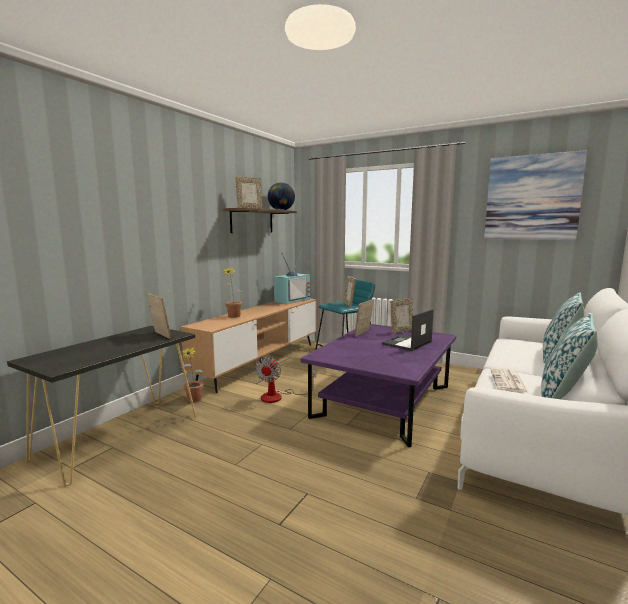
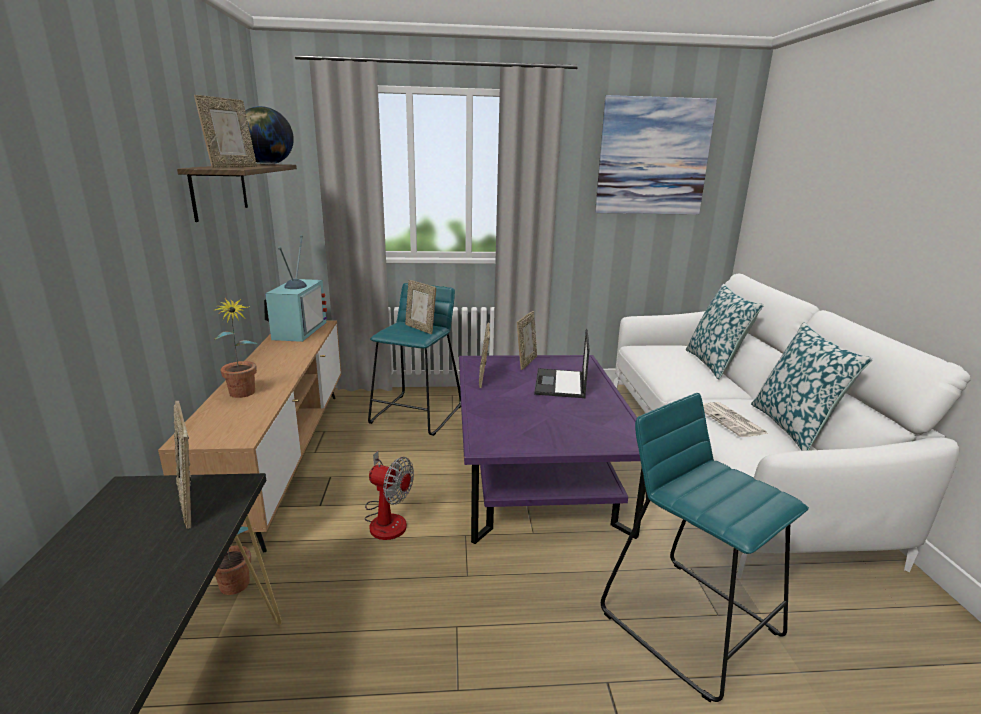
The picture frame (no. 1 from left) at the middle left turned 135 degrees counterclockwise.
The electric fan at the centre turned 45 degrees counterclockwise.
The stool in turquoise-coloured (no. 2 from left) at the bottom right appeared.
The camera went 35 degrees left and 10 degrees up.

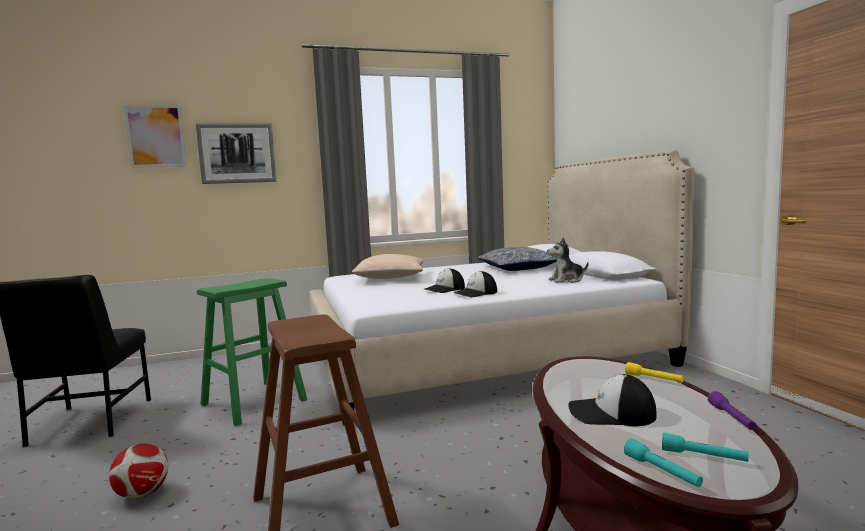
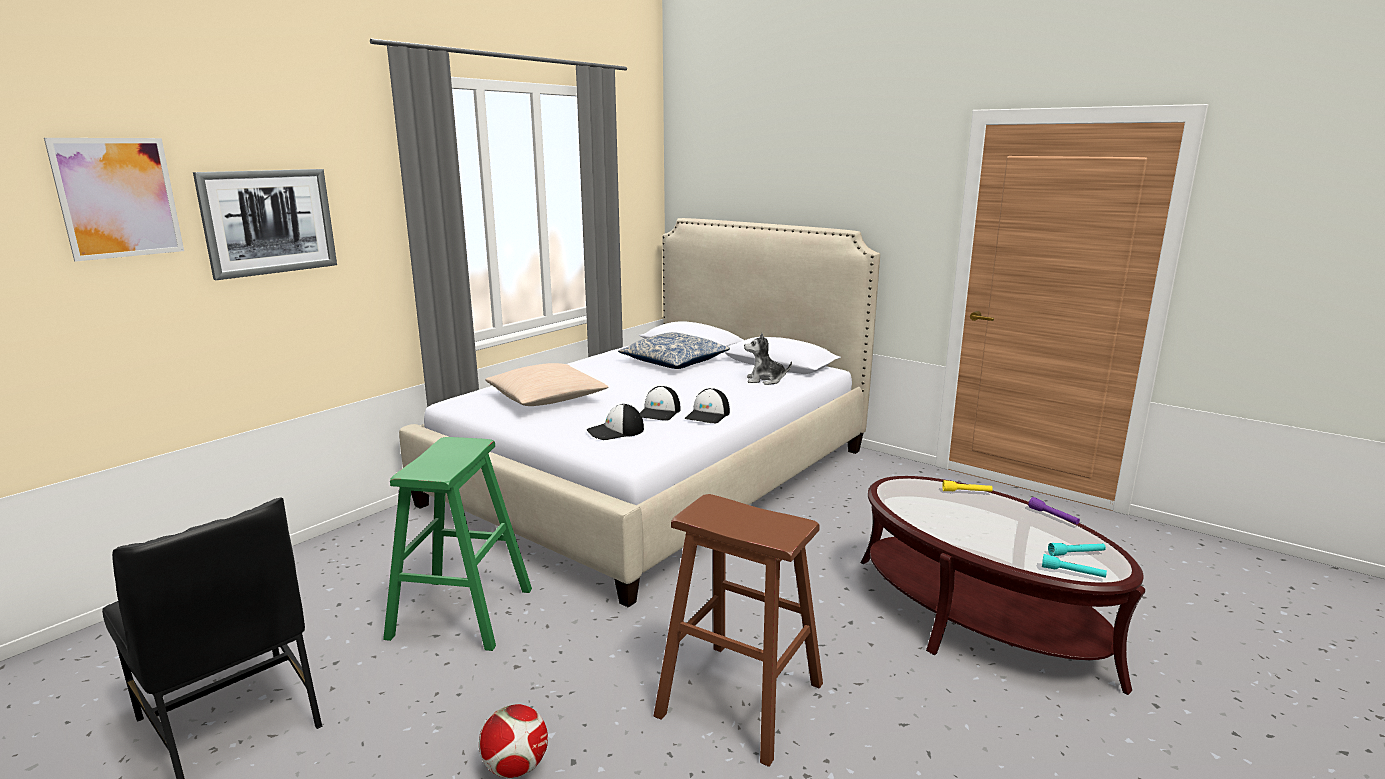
The plush toy at the centre turned 45 degrees clockwise.
The peaked cap (no. 3 from left in the first image) moved from the bottom right to the centre.
The camera went 35 degrees left and 10 degrees up.

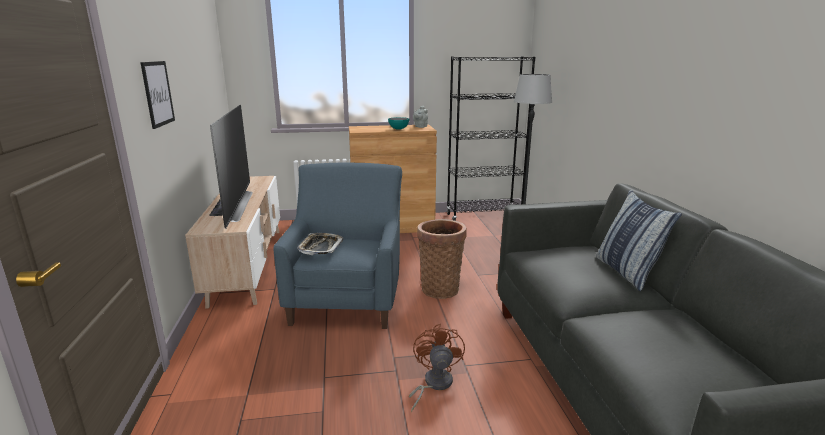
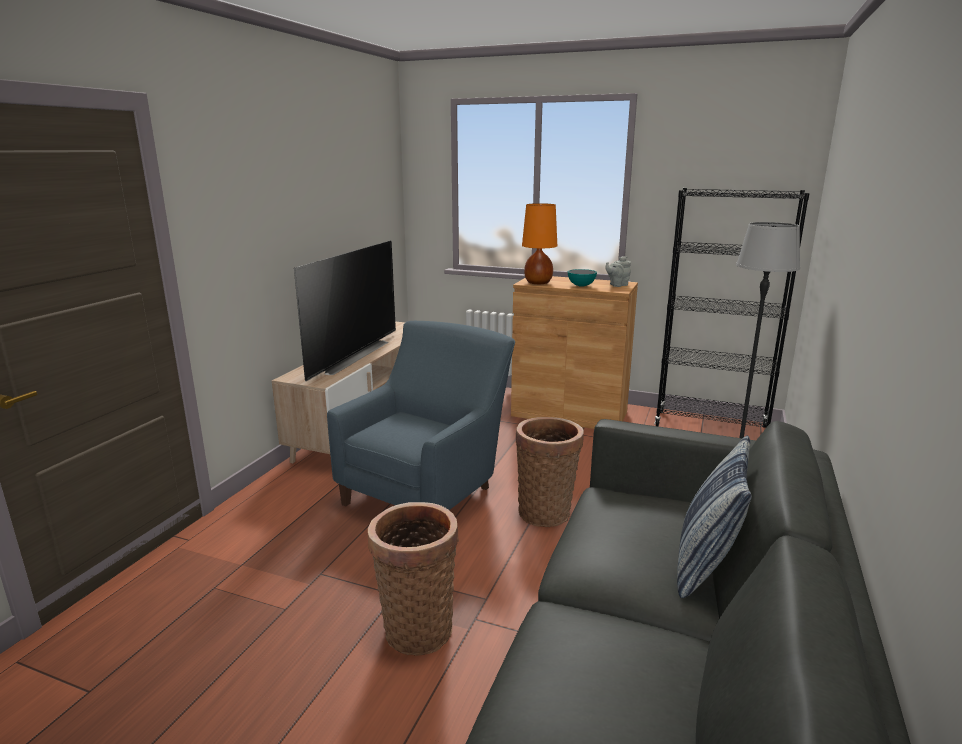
The wall art at the top left disappeared.
The tray at the centre disappeared.
The electric fan in brown-coloured at the bottom centre was replaced by the household basket (no. 1 from left) at the bottom centre.
The tabletop lamp in orange at the top centre appeared.
The camera went 30 degrees right and 0 degrees up.

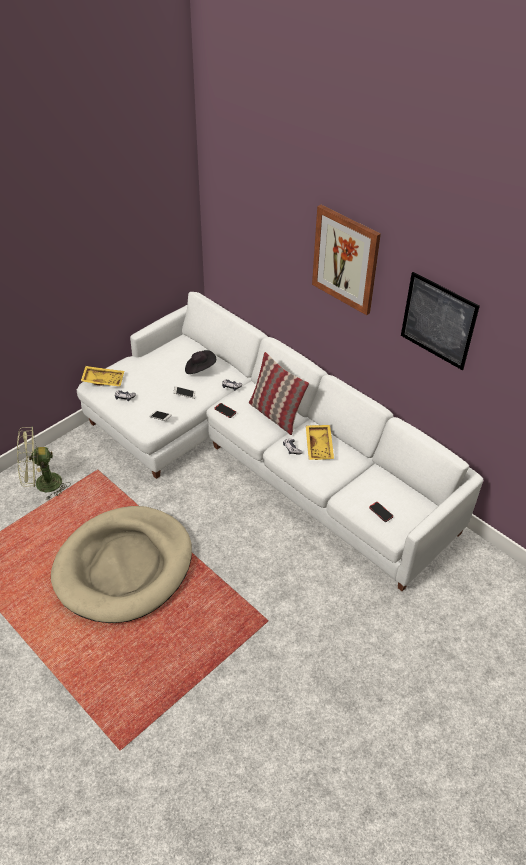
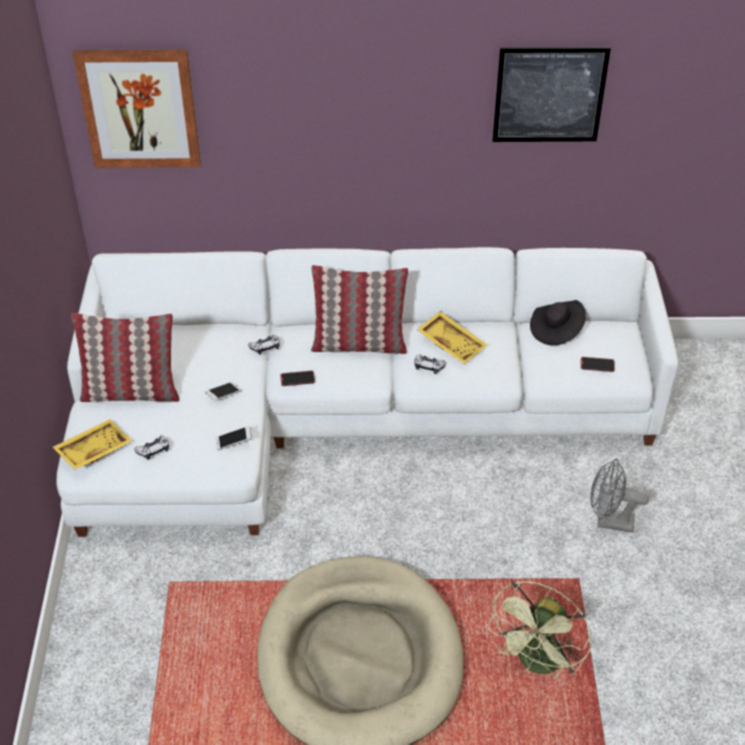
The wall art (no. 1 from left) moved from the top centre to the top left.
The wearable hat in blackish moved from the centre to the middle right.
The electric fan in greenish moved from the middle left to the bottom right.
The throw pillow (no. 1 from left) at the middle left appeared.
The electric fan in gray at the middle right appeared.
The camera went 45 degrees left and 0 degrees up.

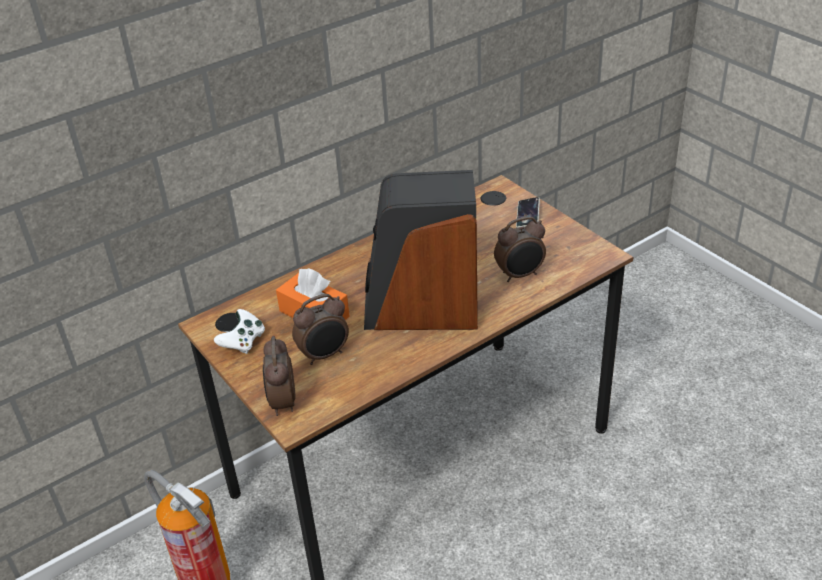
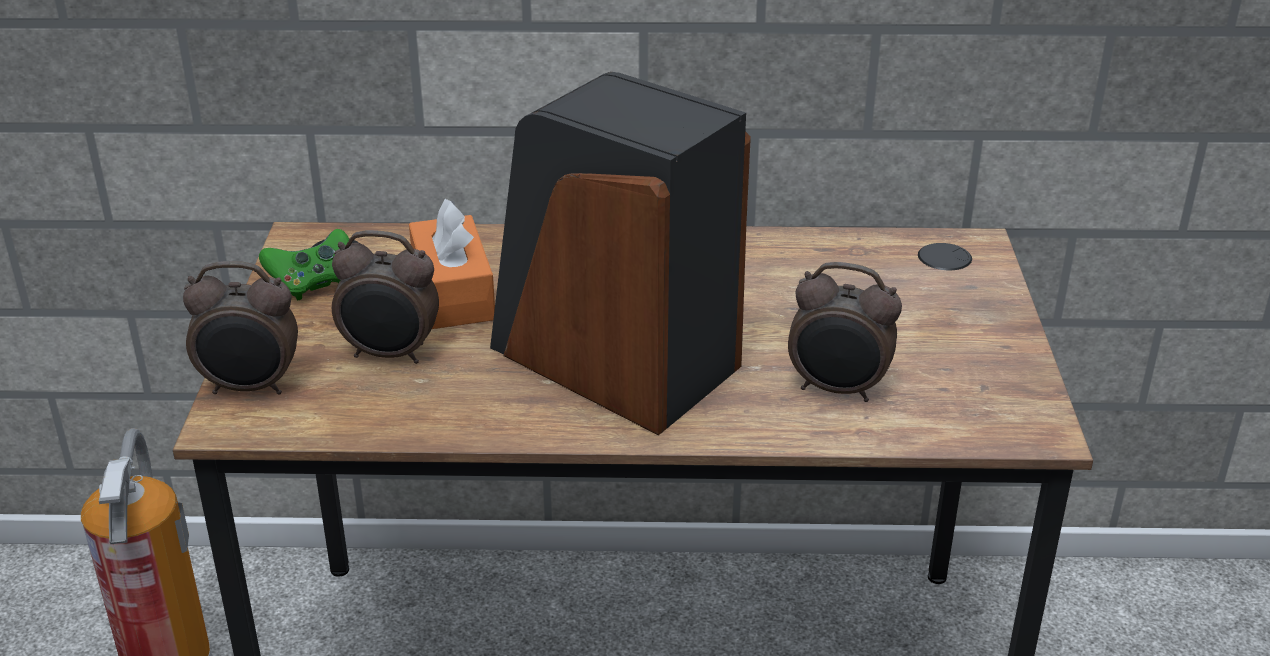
The phone at the centre disappeared.
The joypad in whitish at the middle left became the joypad in greenish at the middle left.
The bedside clock (no. 1 from left) at the centre turned 120 degrees counterclockwise.
The camera went 35 degrees right and 5 degrees down.

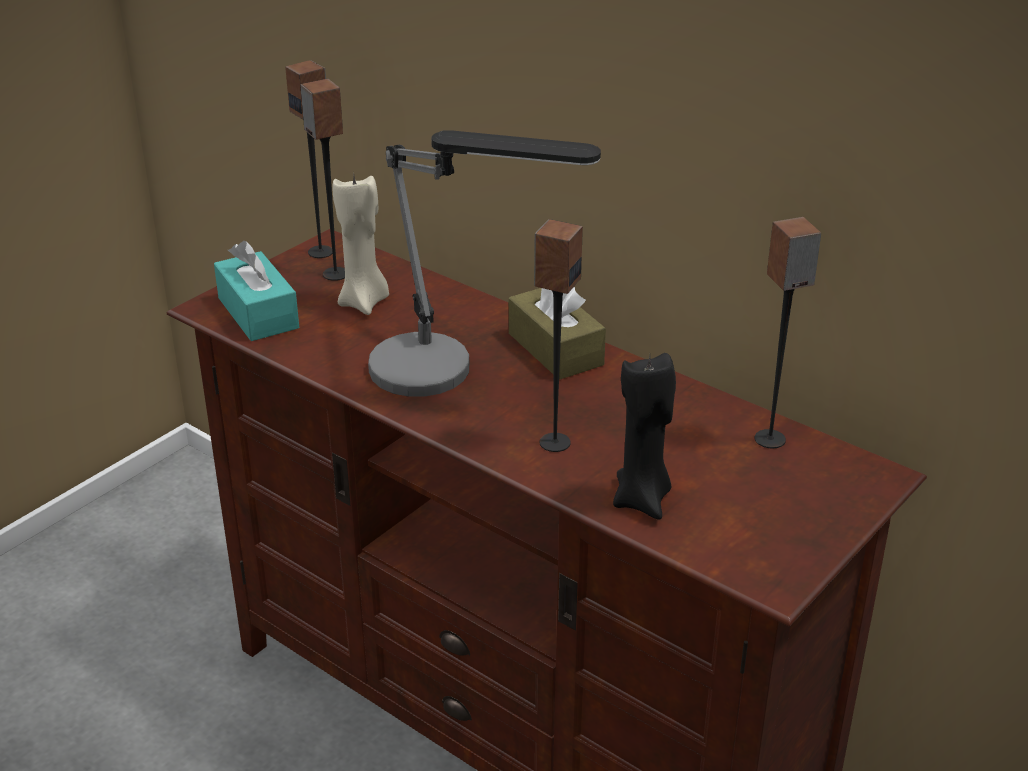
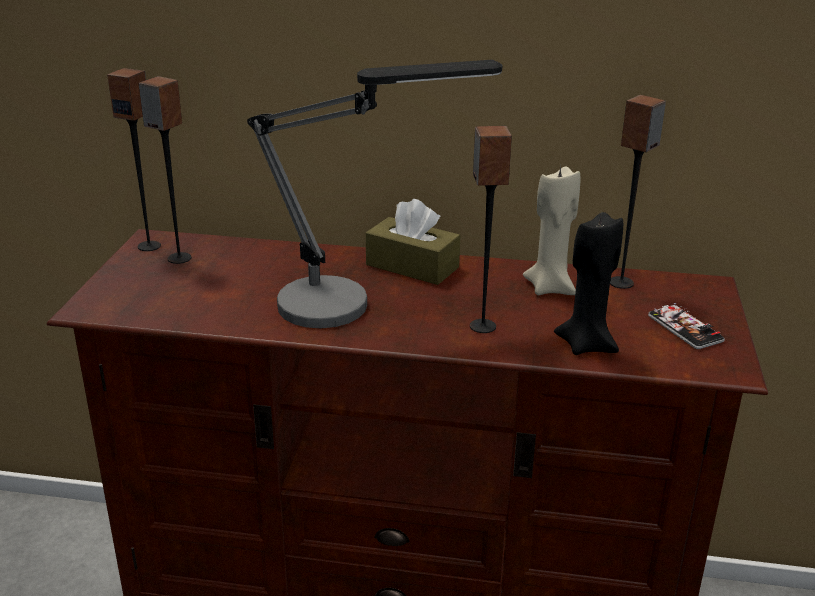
The wax candle in beige moved from the top centre to the middle right.
The tissue box in turquoise-coloured at the middle left disappeared.
The phone at the middle right appeared.
The camera went 30 degrees left and 5 degrees down.

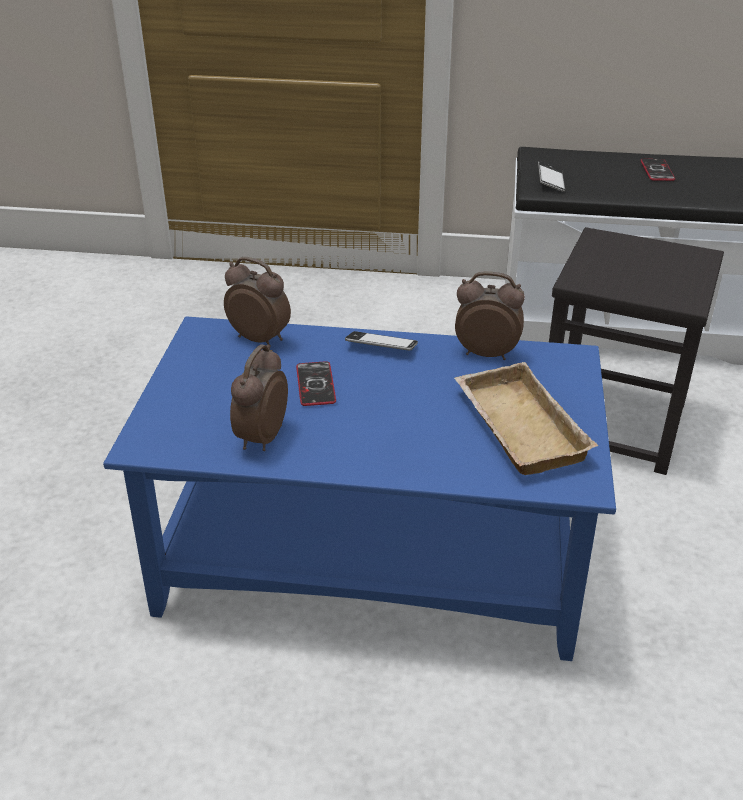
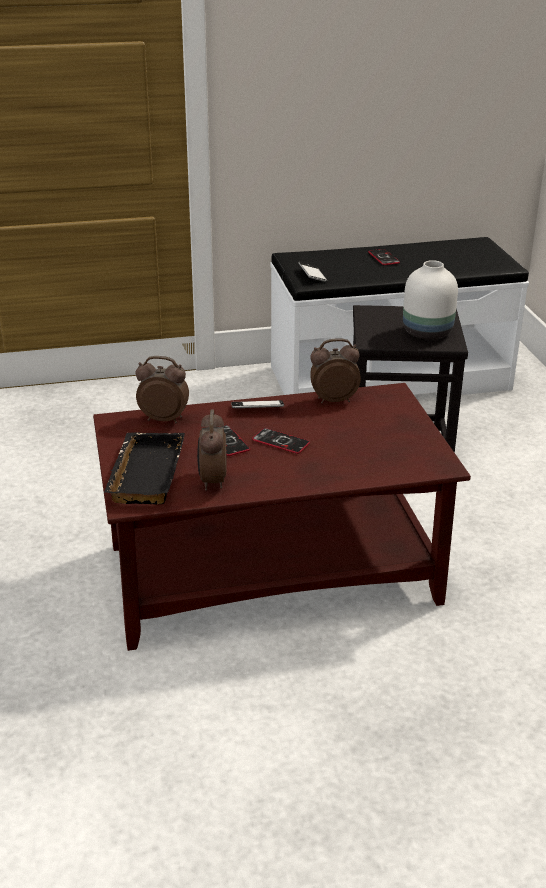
The coffee table in bluish at the centre became the coffee table in brown-coloured at the centre.
The tray in beige at the middle right disappeared.
The flower vase in whitish at the middle right appeared.
The phone (no. 3 from left) at the centre appeared.
The tray in blackish at the middle left appeared.
The camera went 20 degrees left and 5 degrees down.

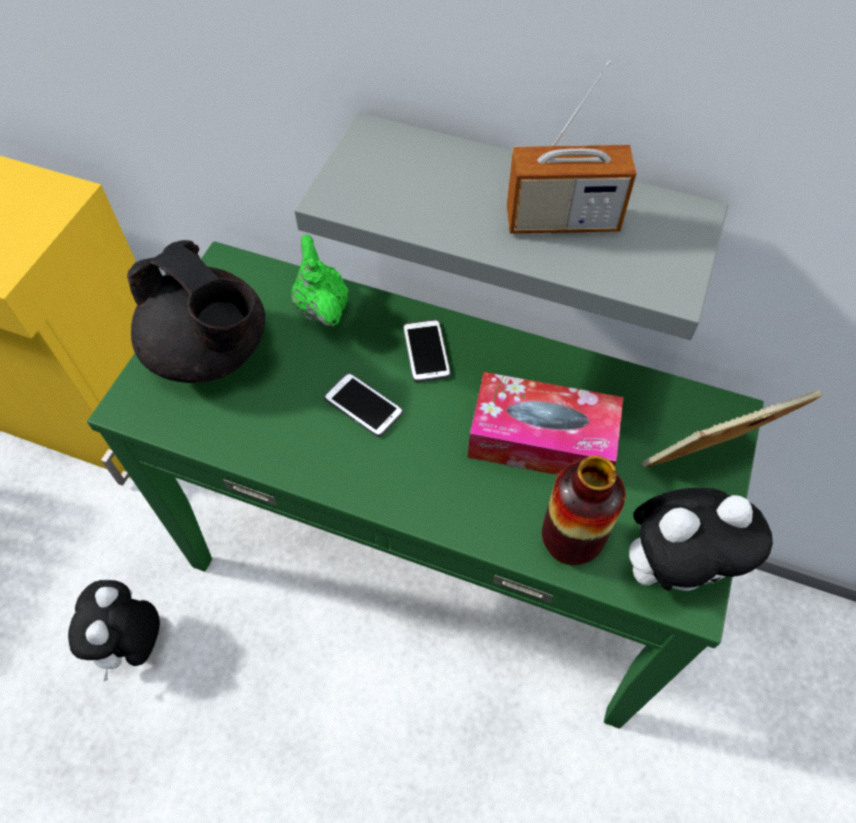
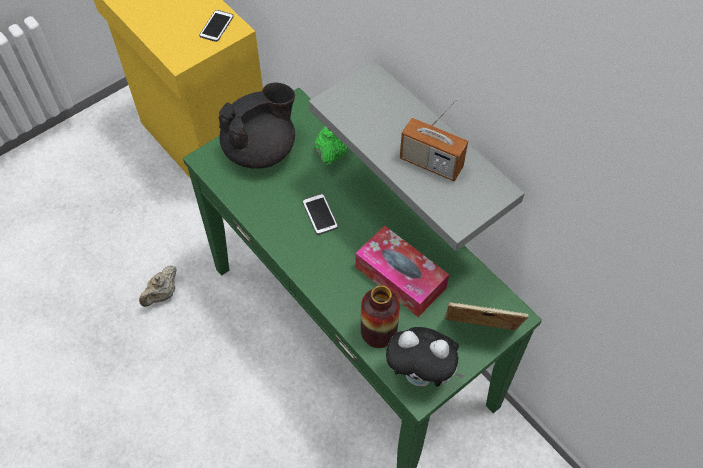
The teapot in blackish at the middle left turned 105 degrees counterclockwise.
The phone (no. 2 from left in the first image) moved from the centre to the top left.
The plush toy (no. 1 from left) at the bottom left was replaced by the teapot in beige at the middle left.
The camera went 30 degrees right and 0 degrees up.

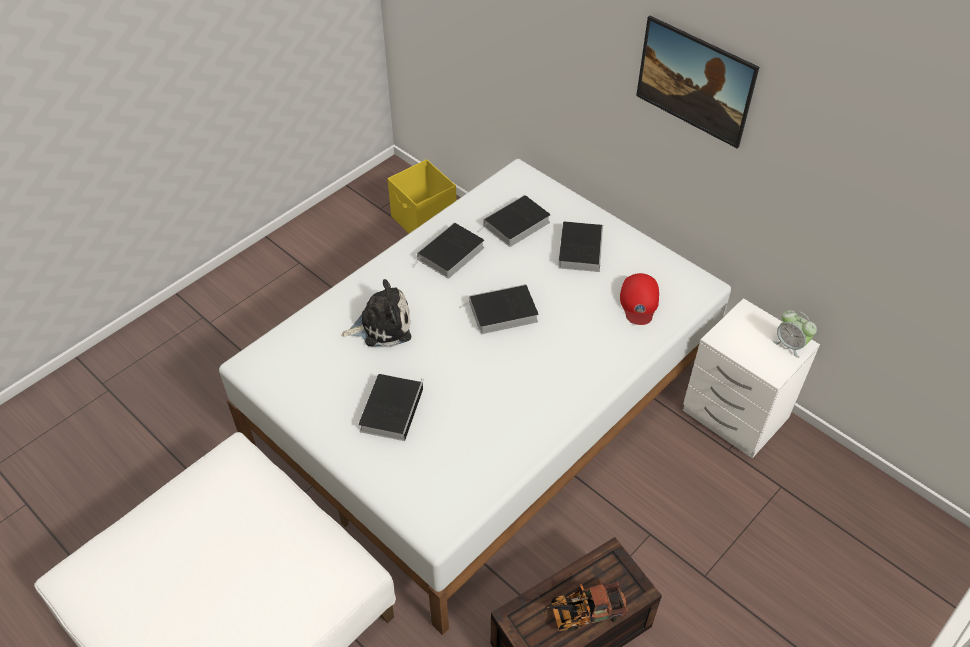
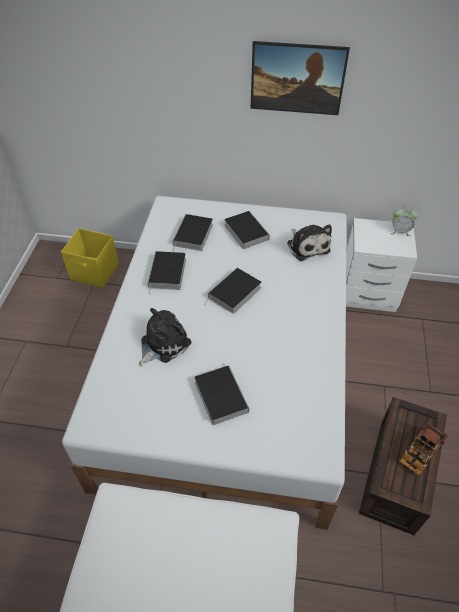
The peaked cap in red at the centre was replaced by the plush toy (no. 2 from left) at the middle right.
The camera went 35 degrees left and 0 degrees up.

